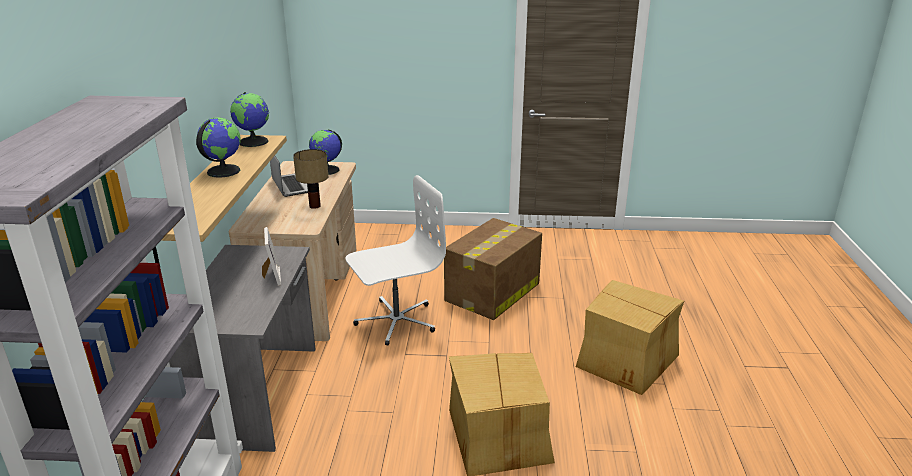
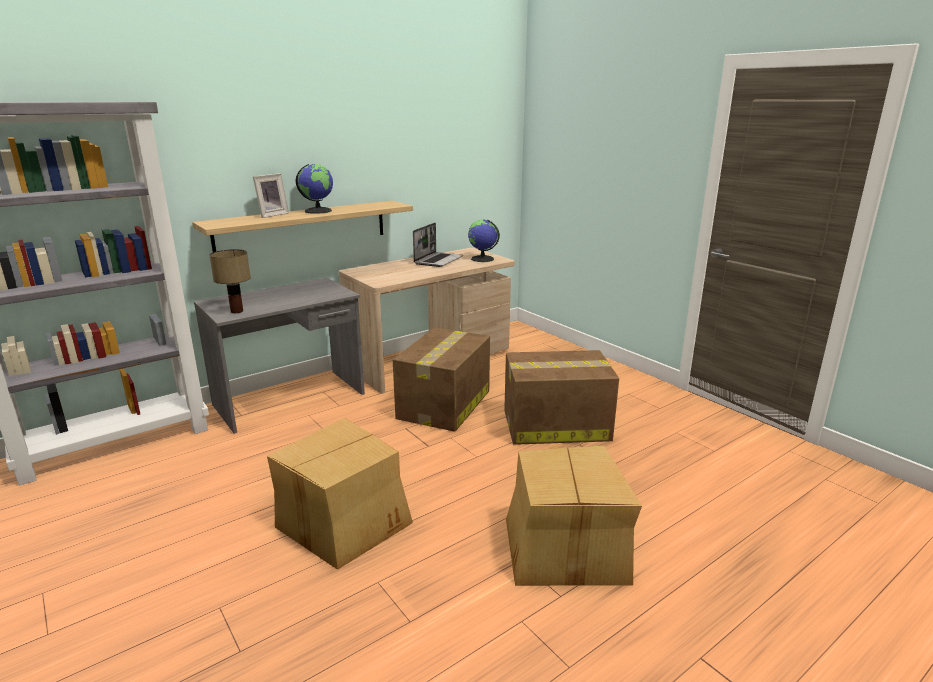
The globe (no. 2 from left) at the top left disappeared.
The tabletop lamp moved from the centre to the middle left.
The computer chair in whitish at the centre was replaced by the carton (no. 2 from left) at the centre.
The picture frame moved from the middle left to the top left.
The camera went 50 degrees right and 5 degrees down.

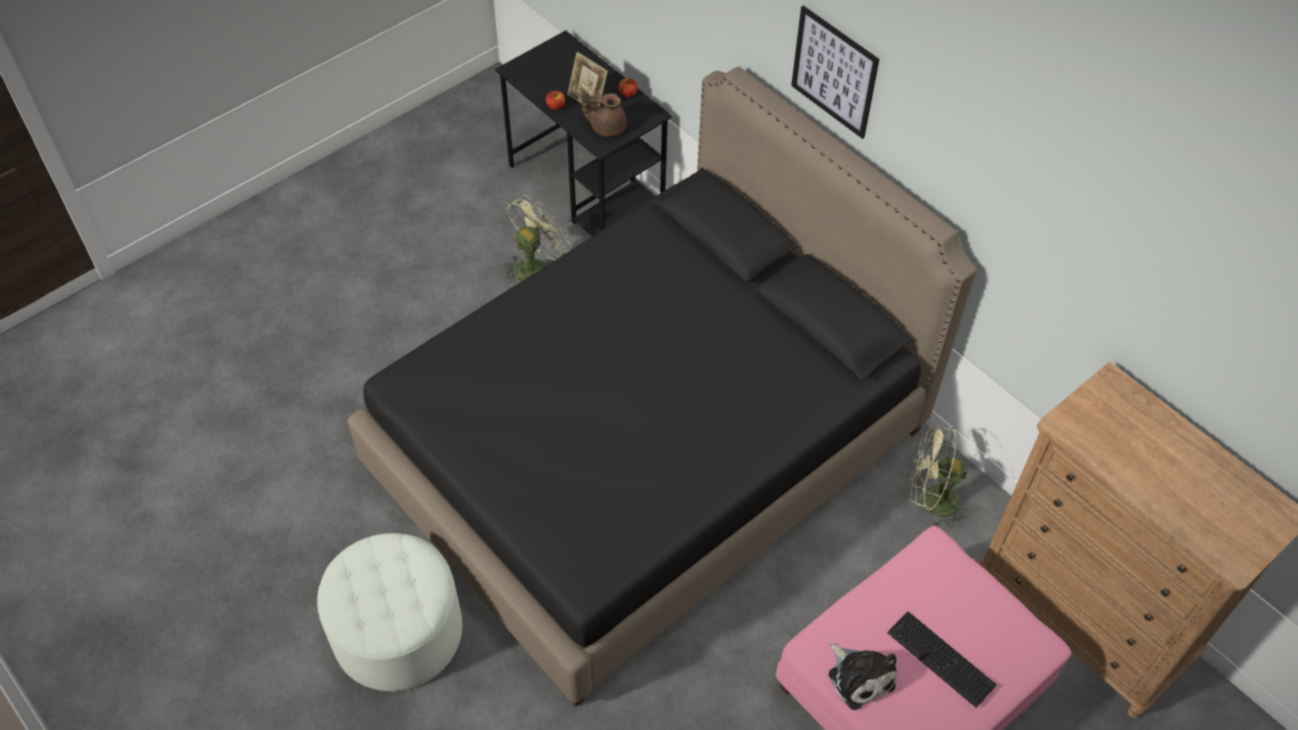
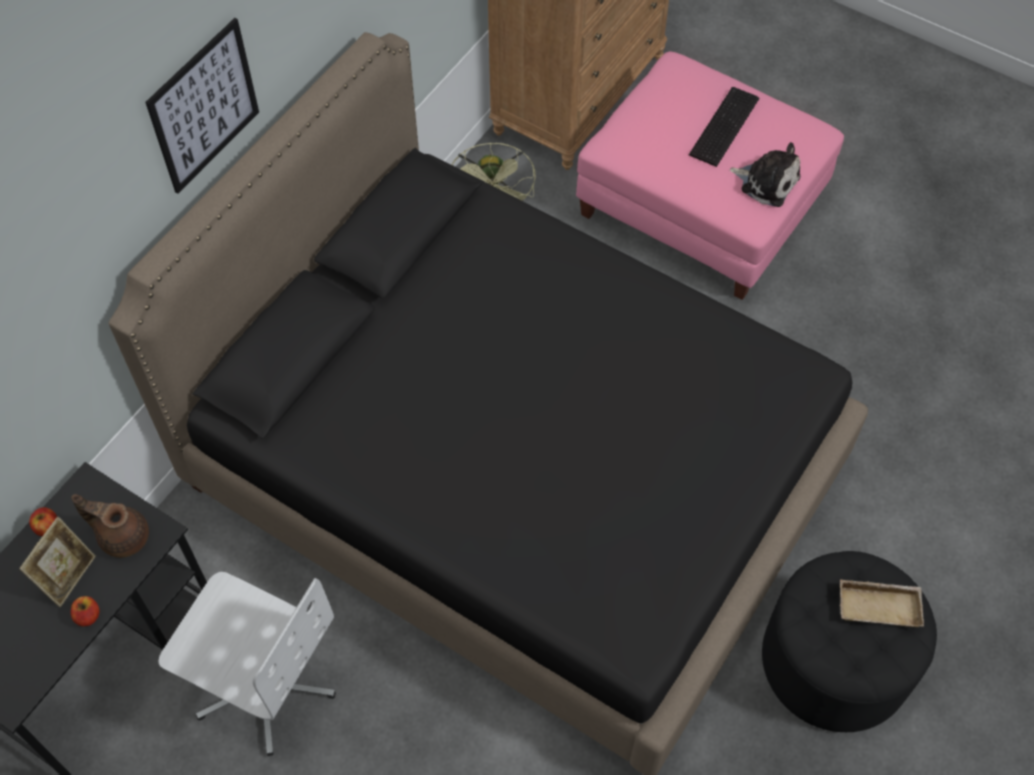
The teapot in brown-coloured at the top centre turned 120 degrees clockwise.
The electric fan in greenish (no. 1 from left) at the top centre was replaced by the computer chair in whitish at the bottom left.
The ottoman in whitish at the bottom left became the ottoman in blackish at the bottom right.
The plush toy at the bottom centre turned 75 degrees clockwise.
The tray in beige at the bottom right appeared.
The camera went 105 degrees left and 5 degrees up.

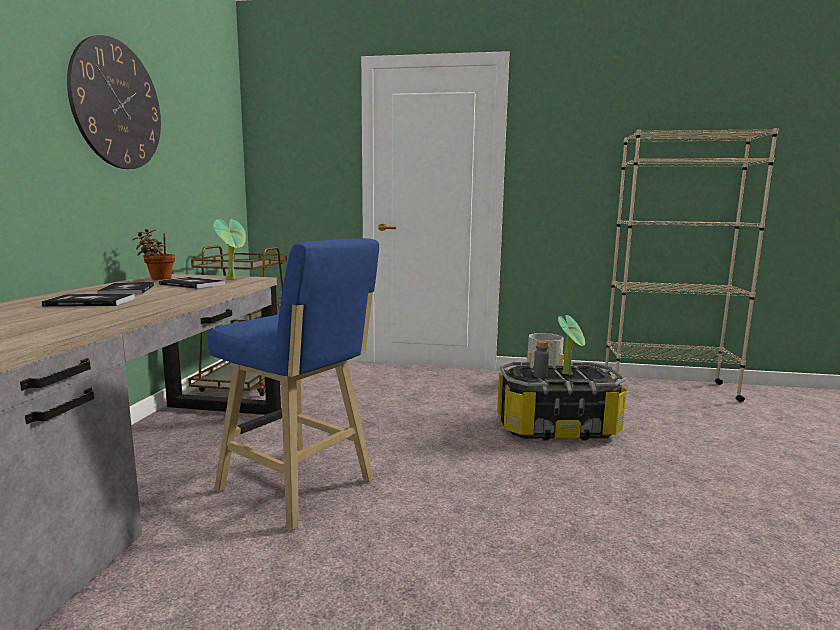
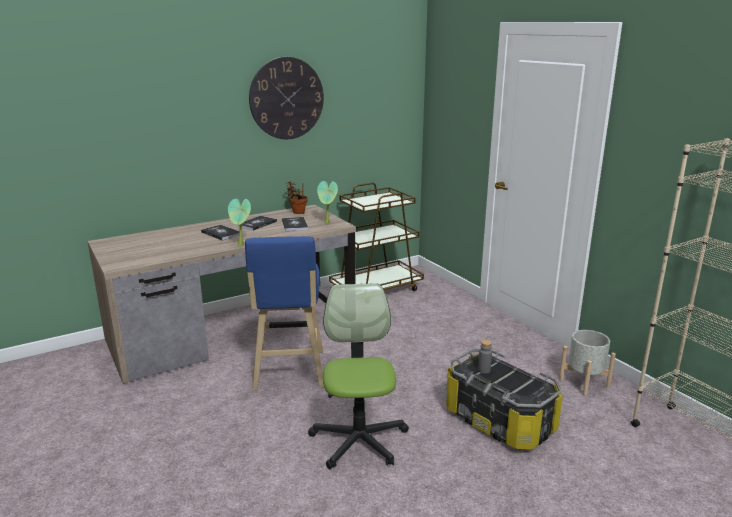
The plant in a pot (no. 3 from left in the first image) moved from the middle right to the middle left.
The computer chair at the bottom centre appeared.
The camera went 50 degrees right and 10 degrees up.

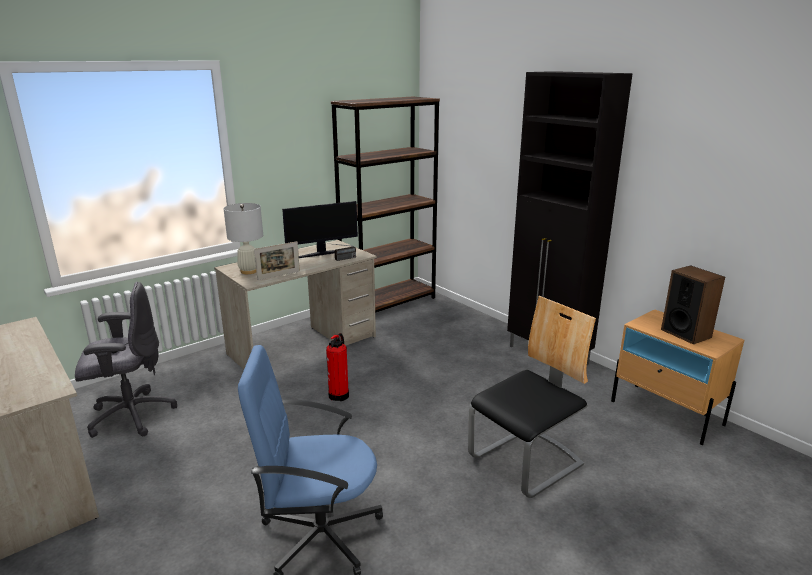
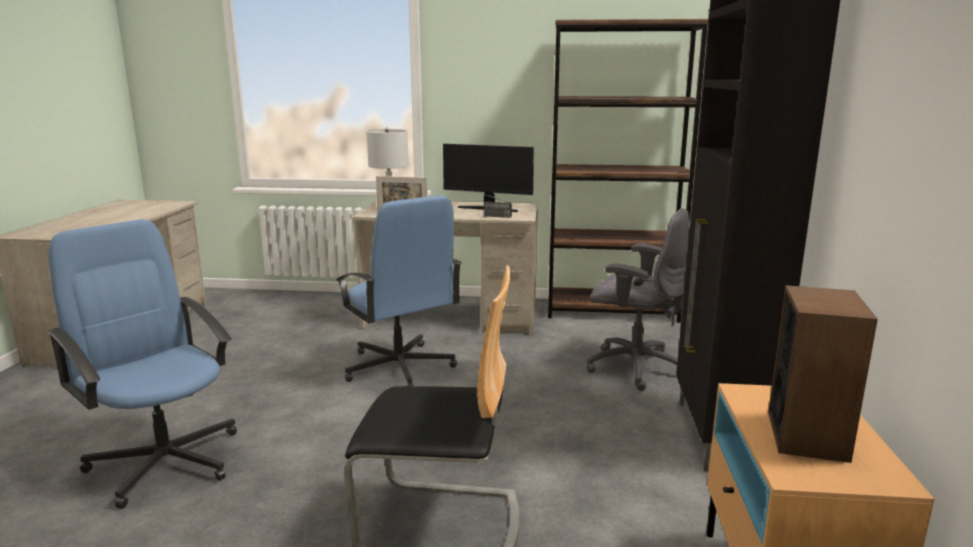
The computer chair in gray moved from the middle left to the centre.
The extinguisher at the centre was replaced by the computer chair in bluish (no. 2 from left) at the centre.
The camera went 45 degrees right and 5 degrees down.

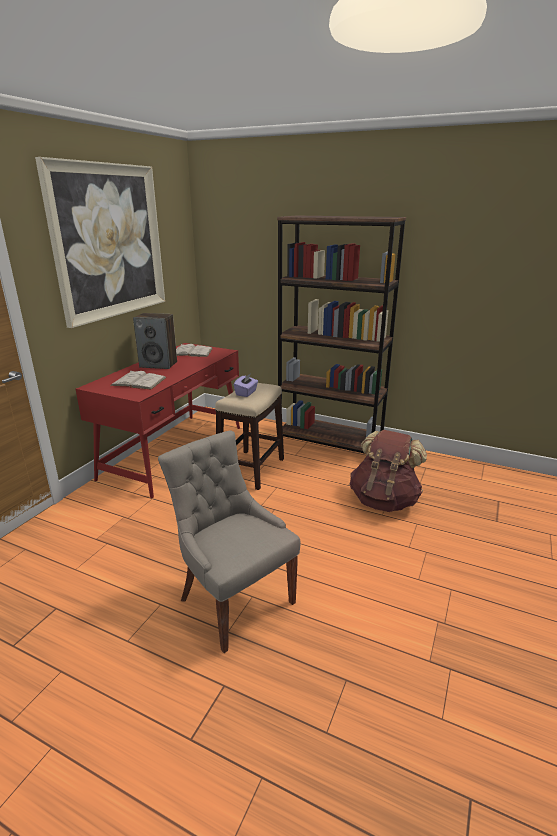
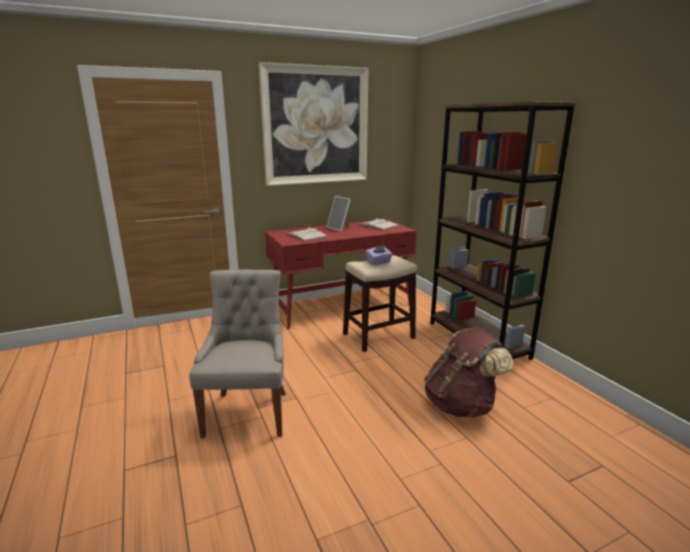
The speaker at the middle left was replaced by the picture frame at the centre.
The camera went 40 degrees right and 5 degrees down.

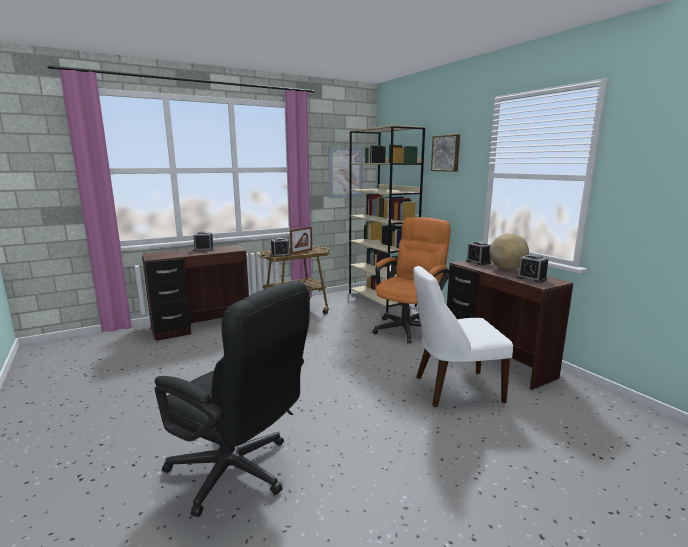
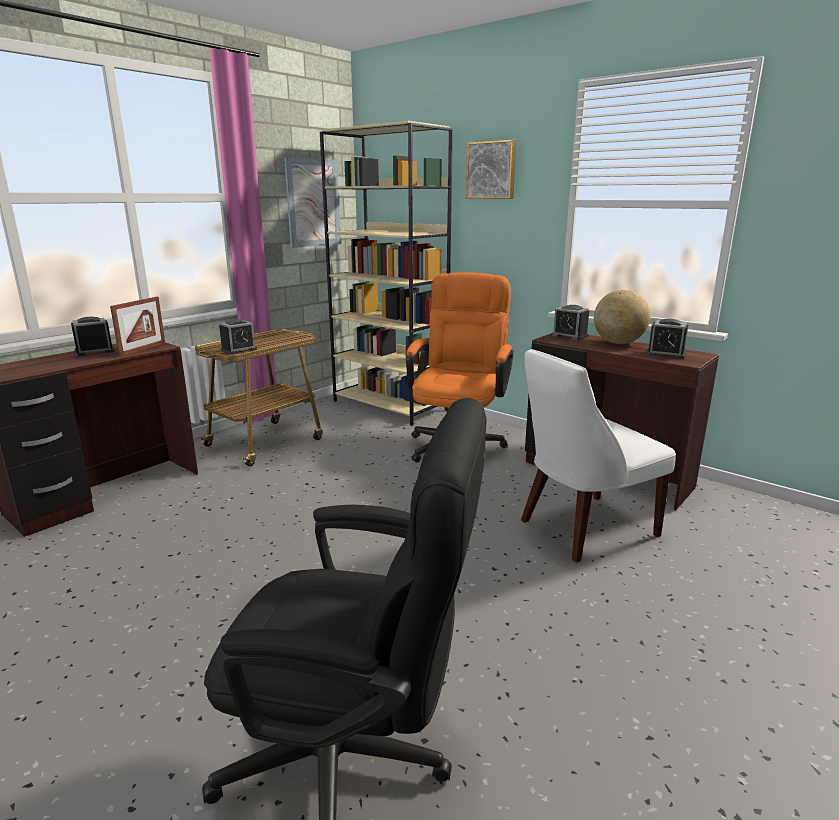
The picture frame moved from the centre to the middle left.
The camera went 20 degrees left and 5 degrees up.

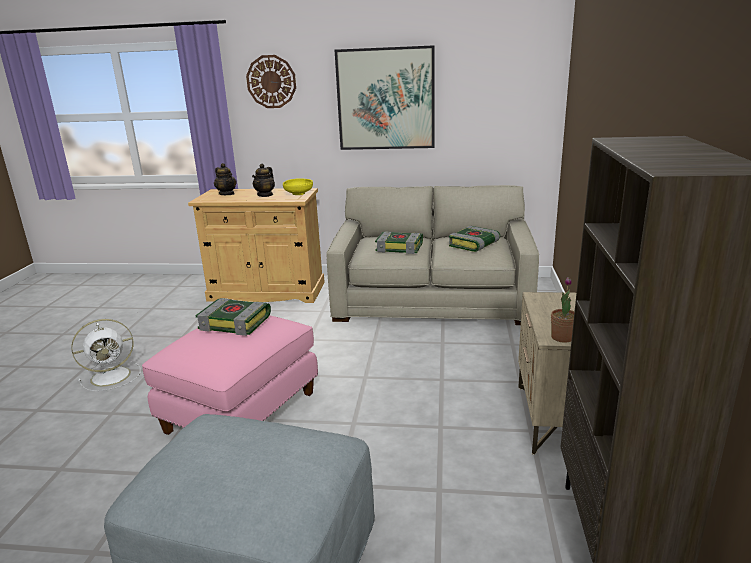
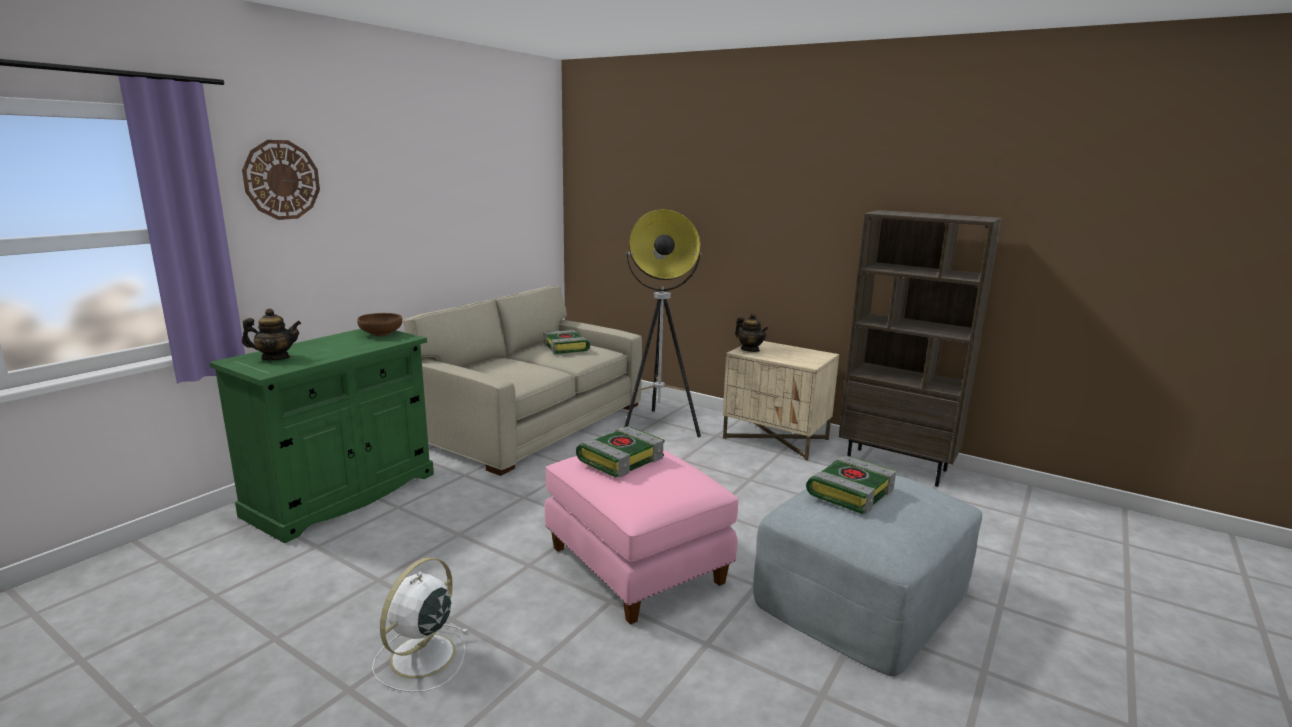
The wall art at the top centre disappeared.
The teapot (no. 2 from left) moved from the top centre to the centre.
The bowl in yellow at the top centre became the bowl in brown-coloured at the middle left.
The storage cabinet in beige at the centre became the storage cabinet in greenish at the middle left.
The bound book (no. 2 from left in the first image) moved from the centre to the bottom centre.
The plant in a pot at the middle right disappeared.
The electric fan in whitish at the middle left turned 150 degrees counterclockwise.
The standing lamp at the centre appeared.
The camera went 65 degrees left and 5 degrees down.

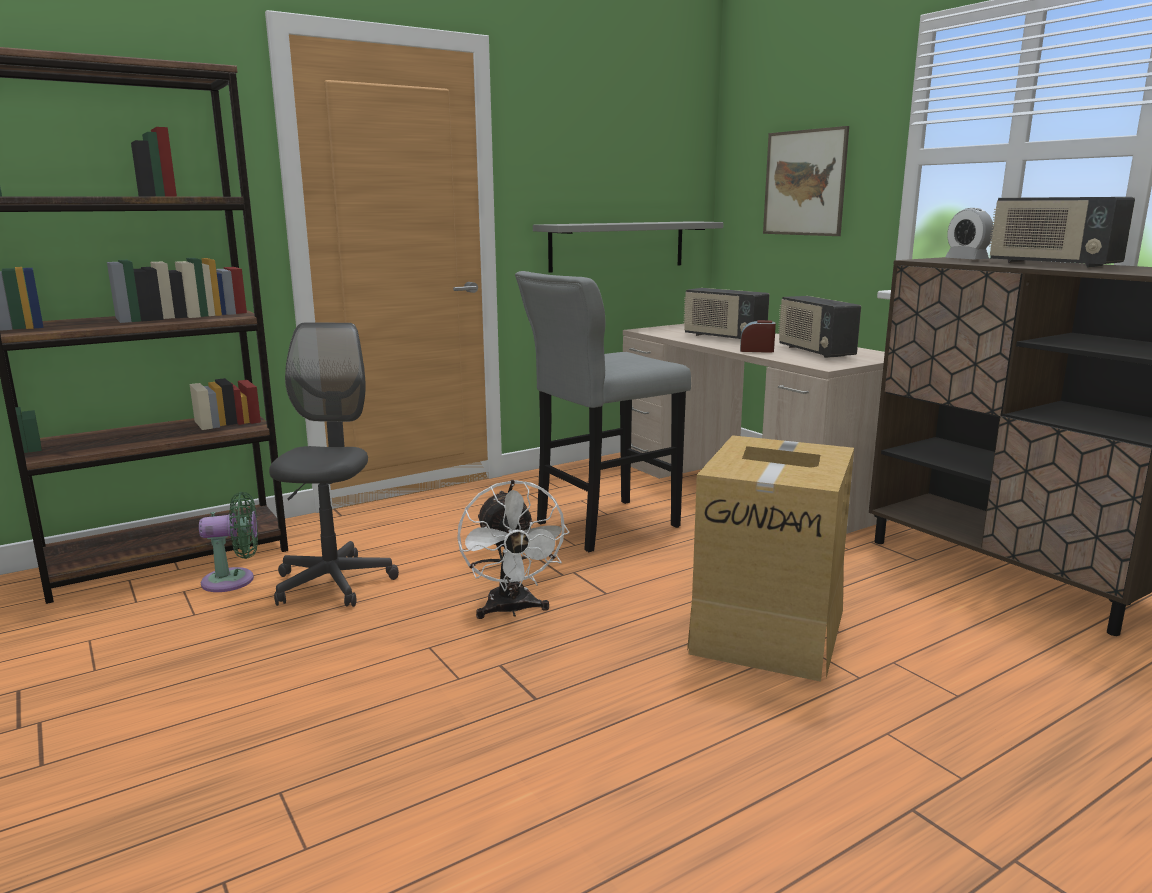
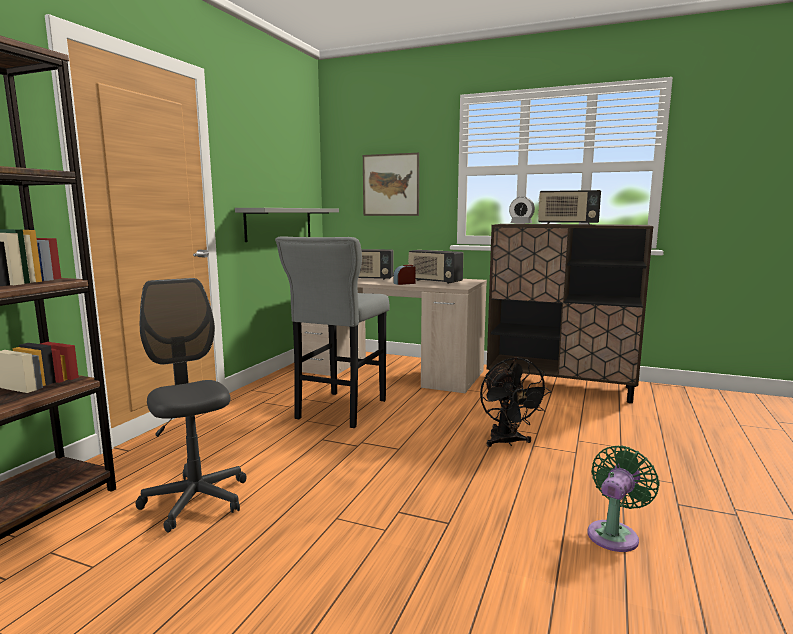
The carton at the middle right was replaced by the electric fan in blackish at the centre.
The electric fan in whitish at the centre disappeared.
The electric fan in greenish moved from the middle left to the bottom right.
The camera went 35 degrees left and 5 degrees down.

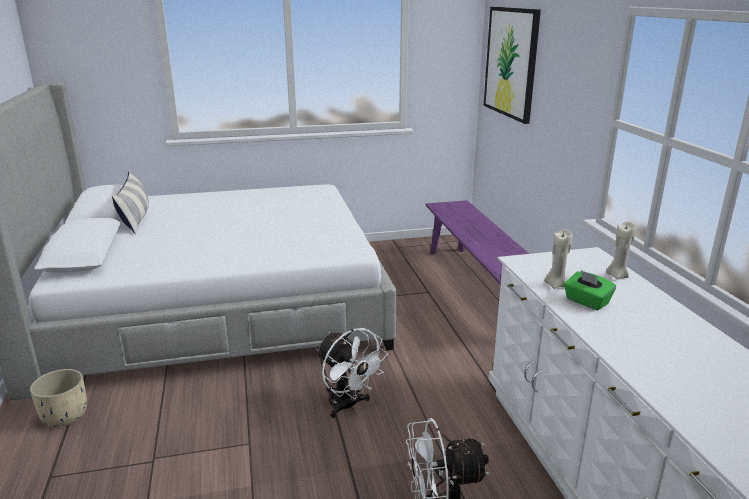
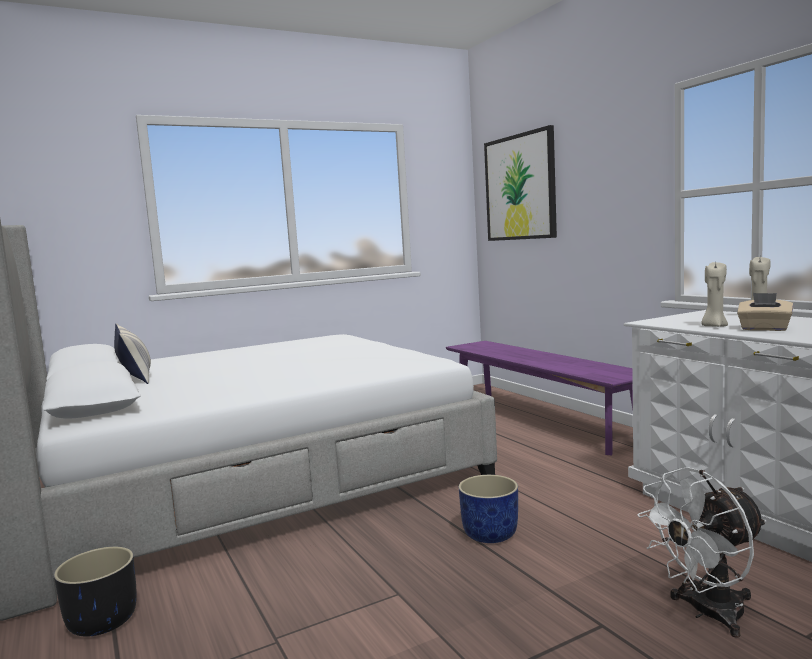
The tissue box in greenish at the middle right became the tissue box in beige at the middle right.
The electric fan in whitish (no. 1 from left) at the bottom centre was replaced by the flower pot in bluish at the bottom centre.
The flower pot in beige at the bottom left became the flower pot in blackish at the bottom left.
The camera went 15 degrees left and 15 degrees down.

